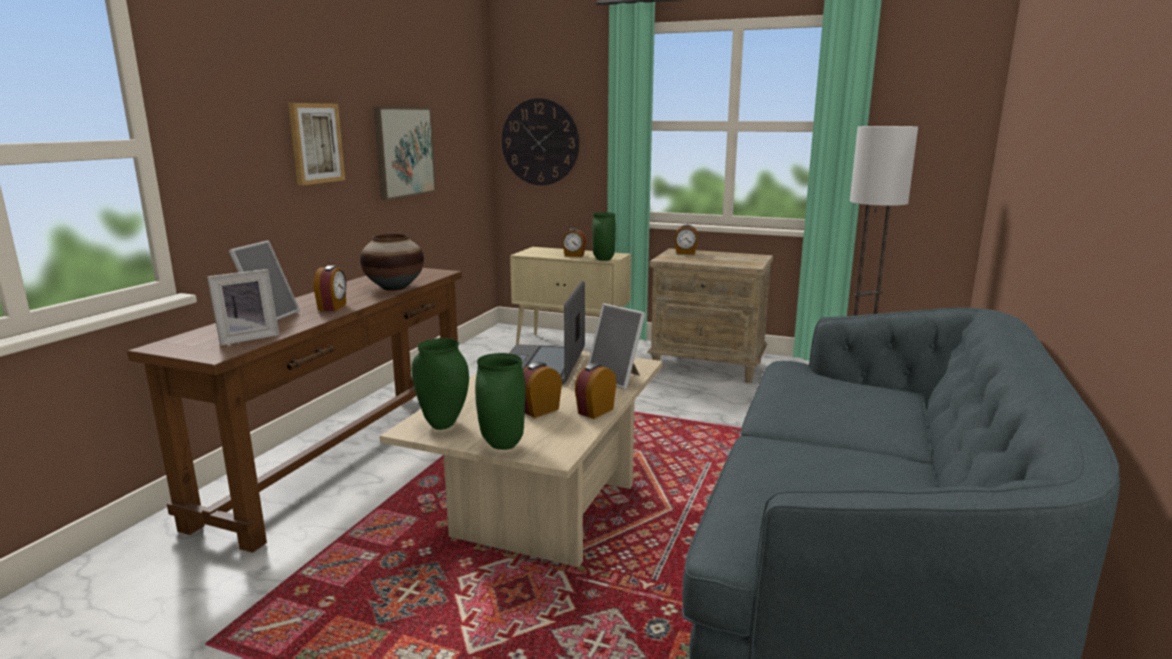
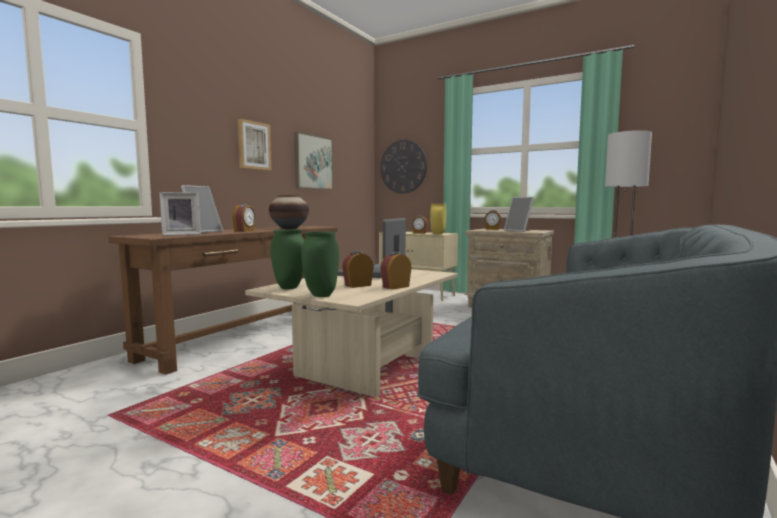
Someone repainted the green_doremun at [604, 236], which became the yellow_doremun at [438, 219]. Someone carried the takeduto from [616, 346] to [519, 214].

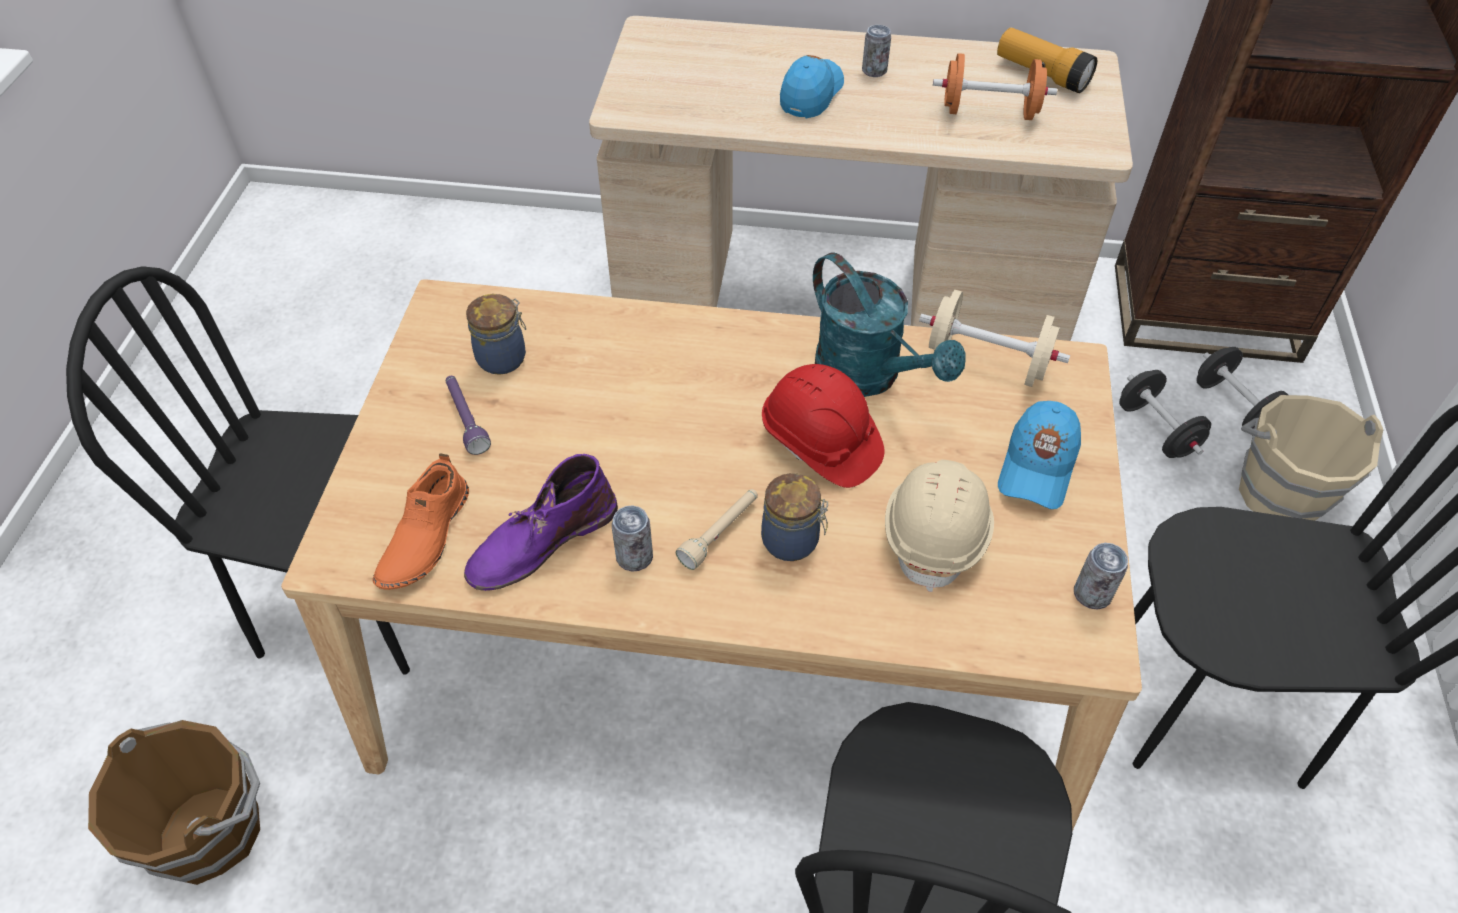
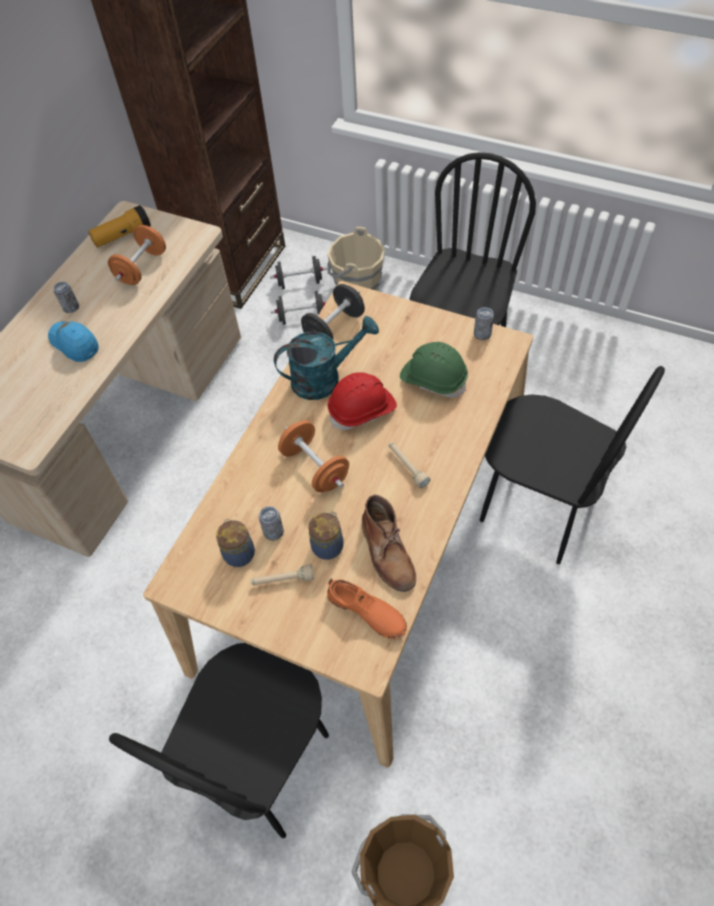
Someone repainted the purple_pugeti at [468, 415], which became the beige_pugeti at [282, 574]. Someone carried the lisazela from [632, 538] to [271, 523]. Someone put down the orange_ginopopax at [313, 456]. Someone repainted the beige_ginopopax at [994, 338], which became the black_ginopopax at [333, 311]. Someone carried the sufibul from [794, 517] to [326, 536]. Someone repainted the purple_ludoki at [541, 522], which became the brown_ludoki at [389, 543]. Someone repainted the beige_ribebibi at [939, 526], which became the green_ribebibi at [434, 370]. Someone took away the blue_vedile at [1039, 455].

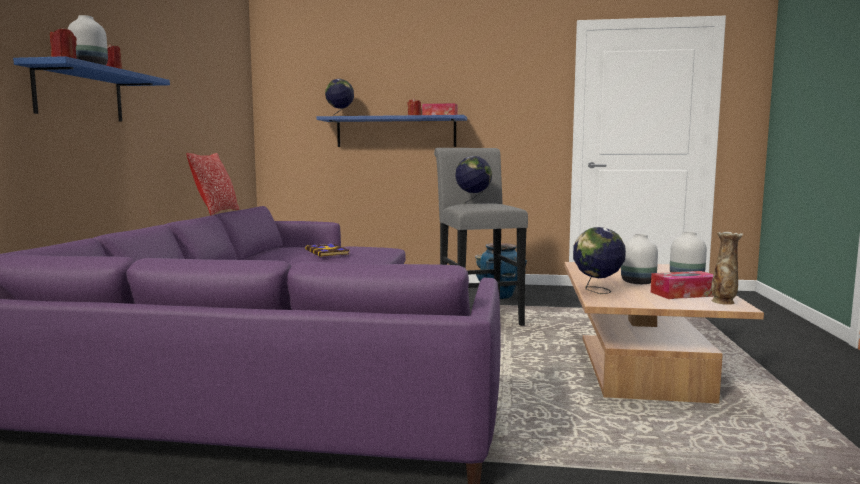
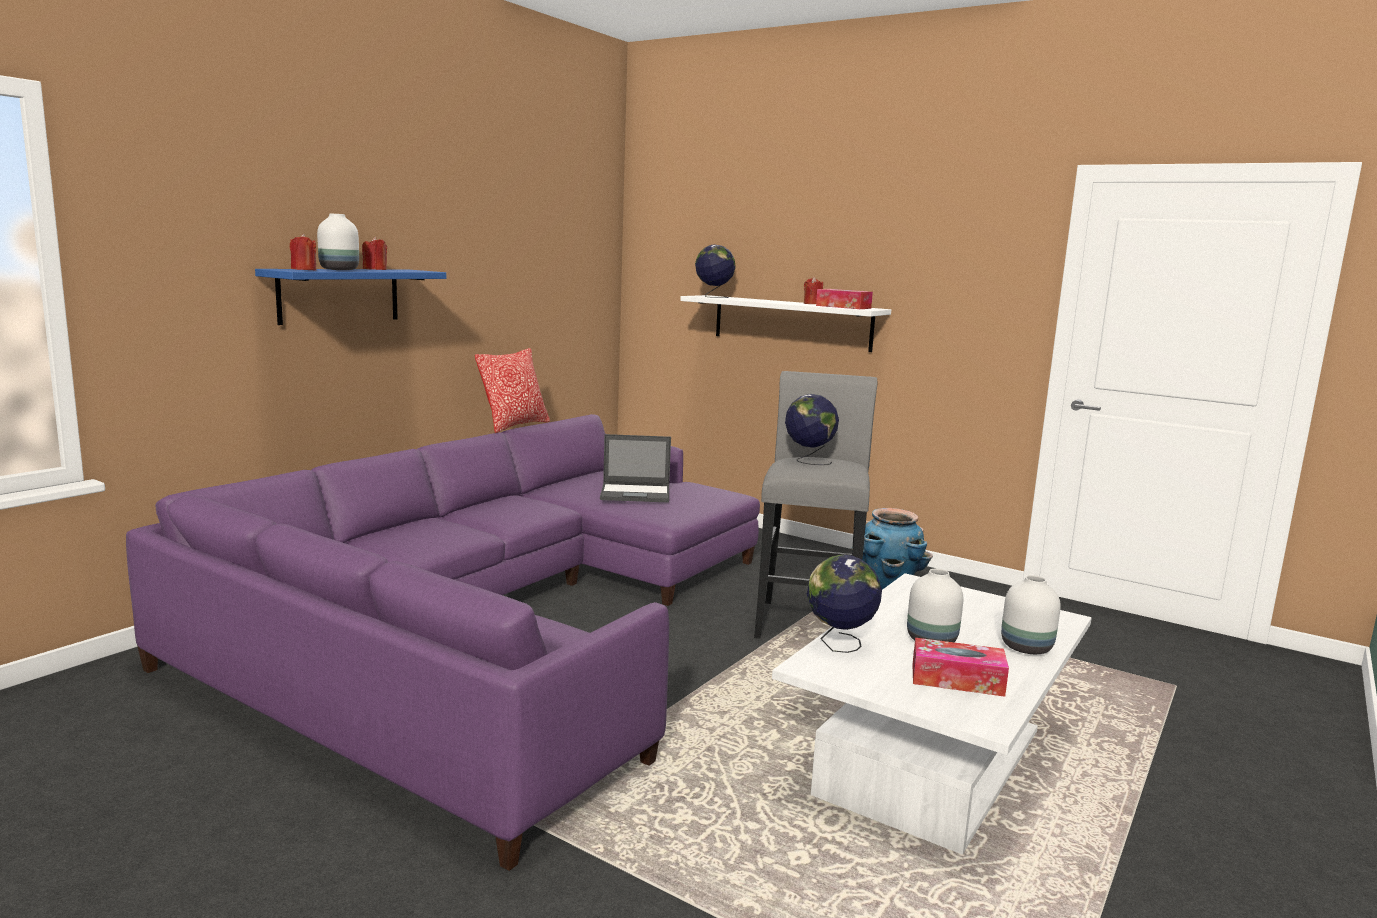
Someone swapped the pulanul at [327, 250] for the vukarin at [635, 468]. Someone repainted the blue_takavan at [391, 131], which became the white_takavan at [785, 323]. Someone repainted the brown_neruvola at [664, 333], which became the white_neruvola at [932, 714]. Someone took away the doremun at [727, 268].

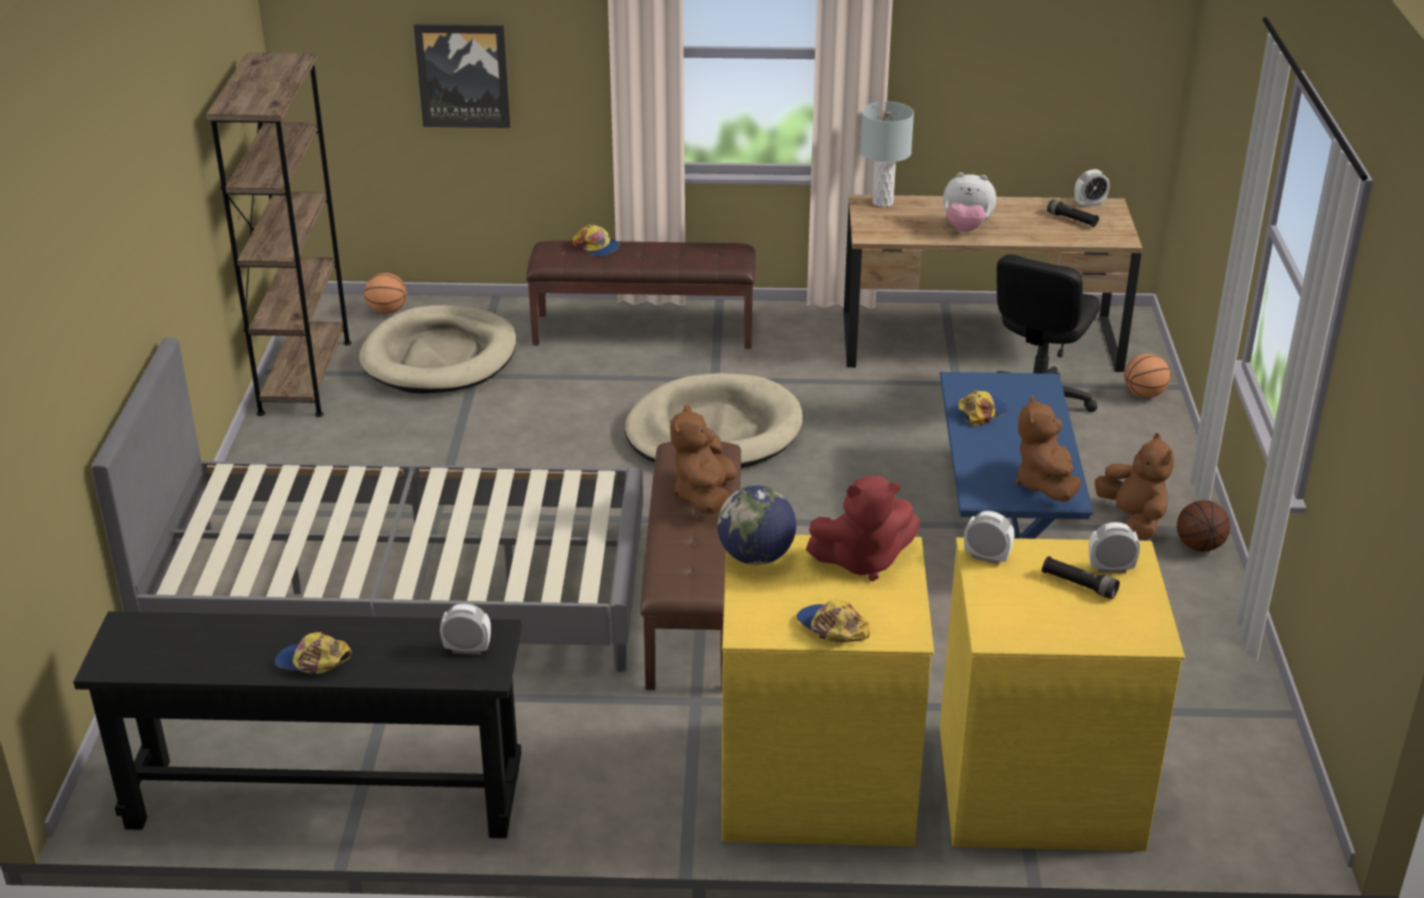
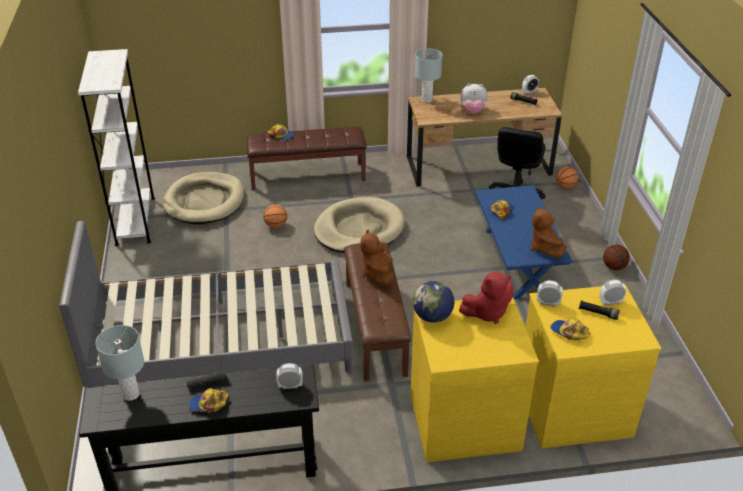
Someone repainted the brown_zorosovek at [278, 235], which became the white_zorosovek at [116, 147]. Someone put down the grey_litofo at [119, 363]. Someone put down the black_pugeti at [207, 379]. Someone carried the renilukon from [385, 293] to [275, 216]. Someone carried the vedile from [833, 621] to [570, 329]. Someone took away the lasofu at [462, 76]. Someone took away the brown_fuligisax at [1134, 487].

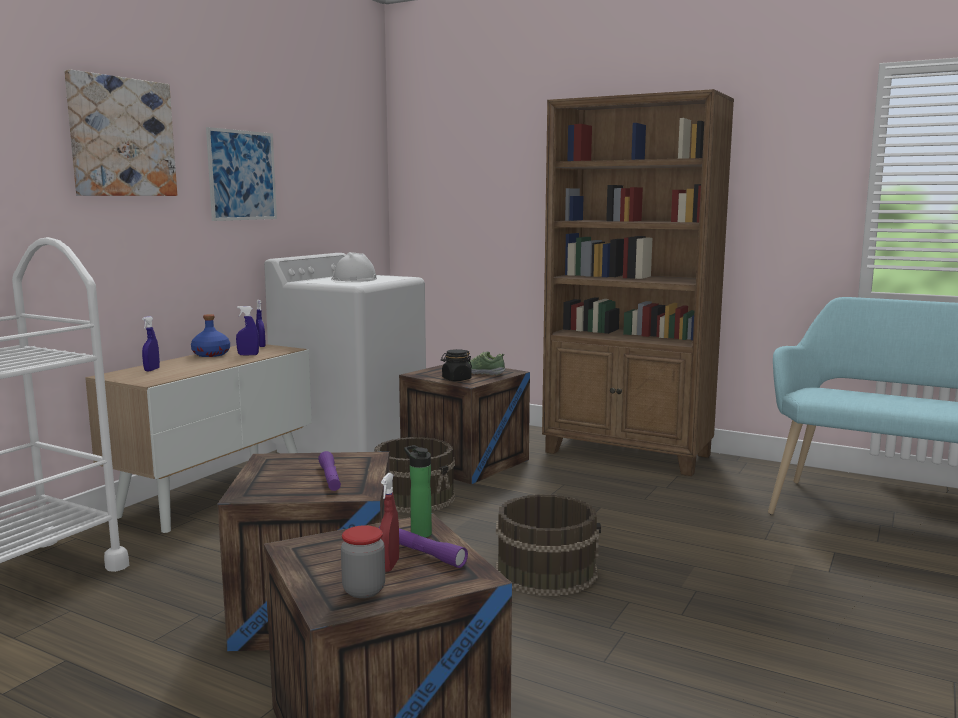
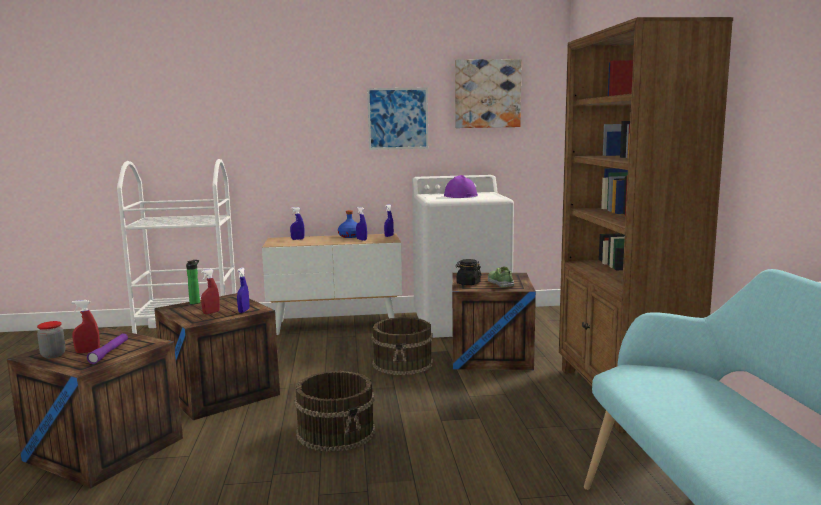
Someone carried the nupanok from [418, 491] to [193, 282]. Someone swapped the purple_pugeti at [329, 471] for the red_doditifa at [210, 291]. Someone put down the blue_doditifa at [243, 290]. Someone repainted the white_ribebibi at [354, 266], which became the purple_ribebibi at [461, 186]. Someone carried the lasofu from [120, 133] to [488, 93].

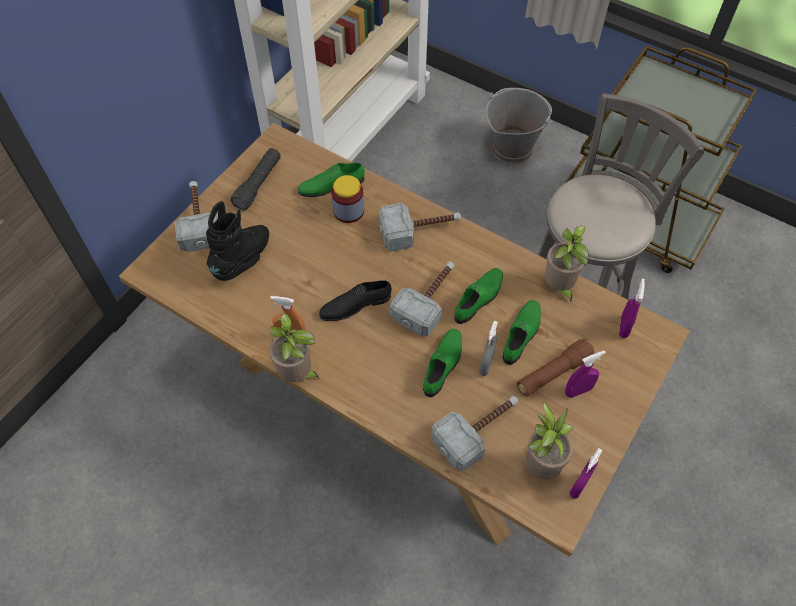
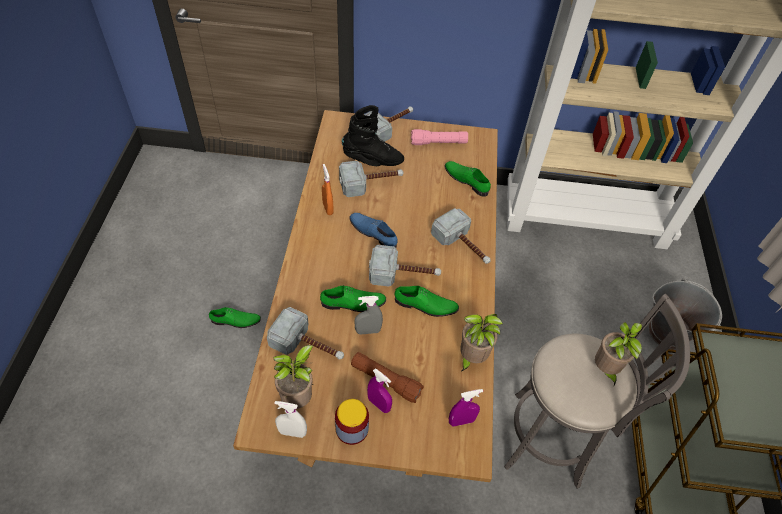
Someone carried the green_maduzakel from [521, 332] to [235, 317]. Someone repainted the purple_doditifa at [586, 473], which became the white_doditifa at [290, 419]. Someone carried the sufibul from [347, 199] to [352, 422]. Someone put down the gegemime at [371, 179]. Someone repainted the black_maduzakel at [355, 300], which became the blue_maduzakel at [374, 230]. Someone repainted the black_pugeti at [256, 179], which became the pink_pugeti at [439, 137]. Someone carried the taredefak from [294, 347] to [618, 354].

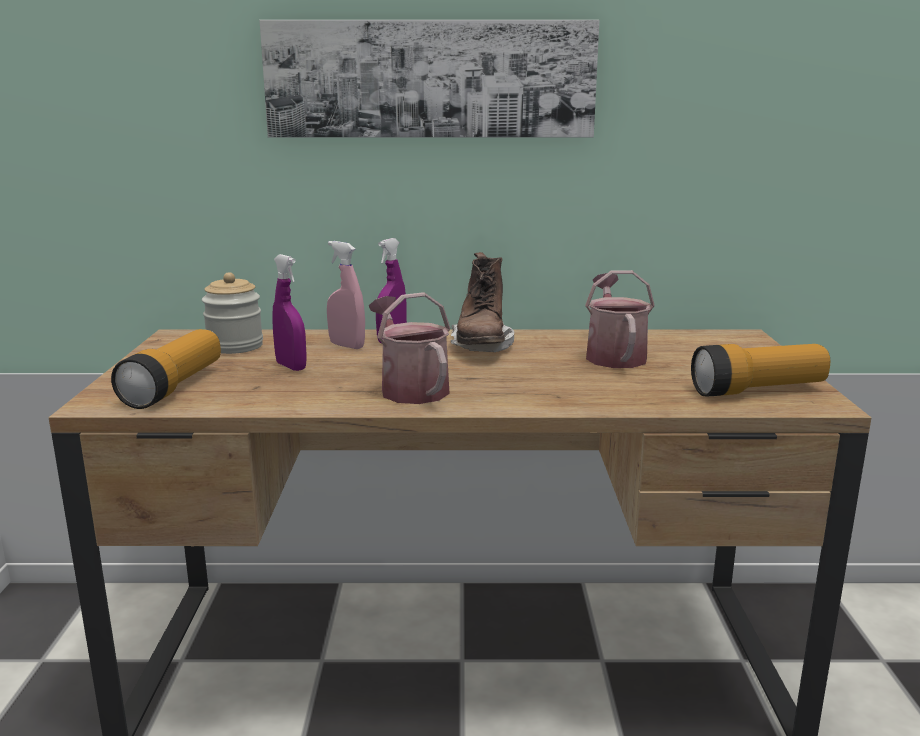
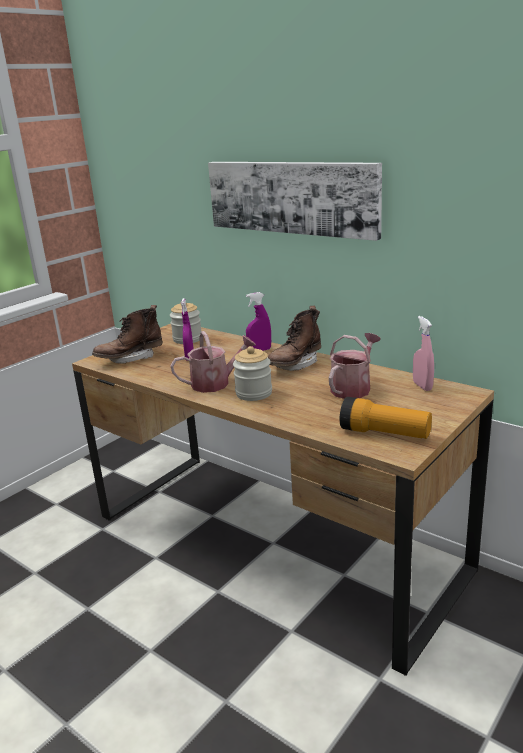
Someone swapped the pugeti at [166, 369] for the brown_ludoki at [127, 334]. Someone rotated the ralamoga at [409, 348] by 60 degrees clockwise. Someone put down the sufibul at [252, 373]. Someone carried the pink_doditifa from [346, 295] to [423, 353].

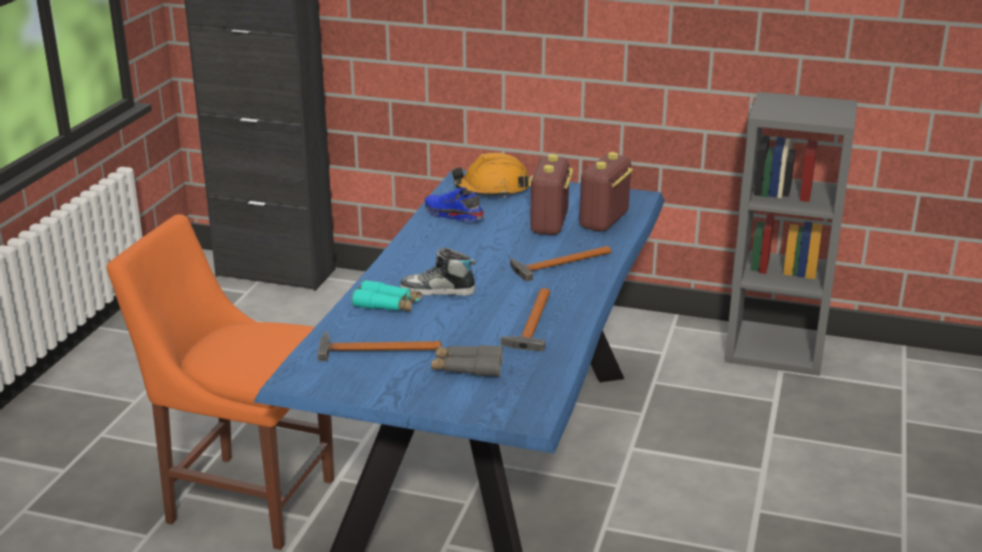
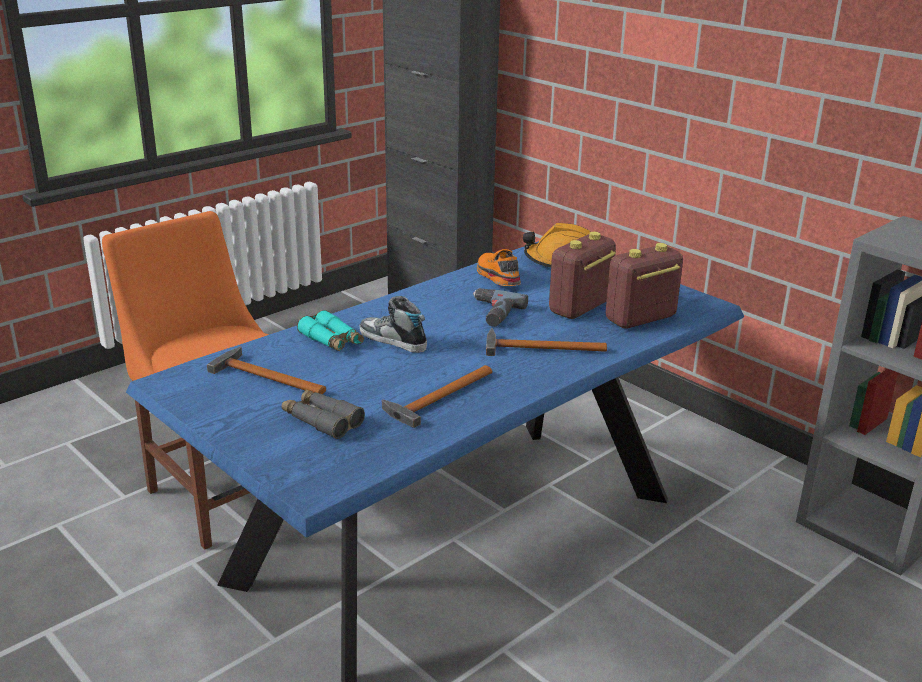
Someone put down the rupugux at [500, 307]. Someone repainted the blue_maduzakel at [454, 204], which became the orange_maduzakel at [499, 267].

